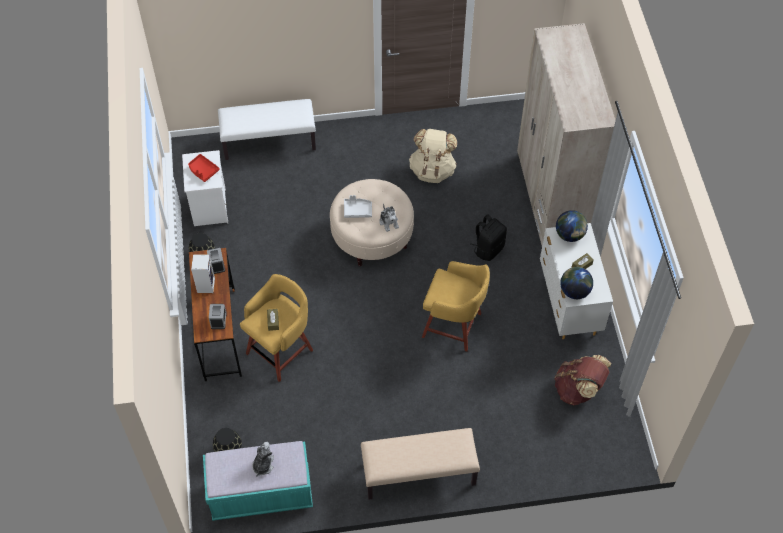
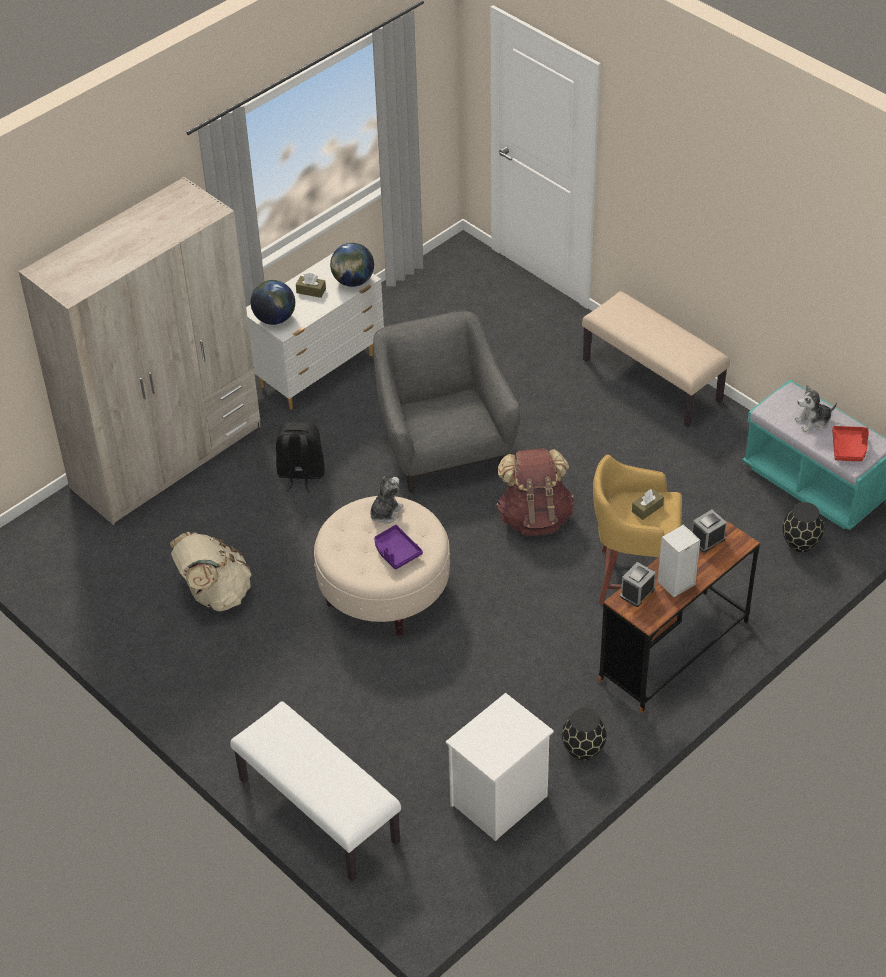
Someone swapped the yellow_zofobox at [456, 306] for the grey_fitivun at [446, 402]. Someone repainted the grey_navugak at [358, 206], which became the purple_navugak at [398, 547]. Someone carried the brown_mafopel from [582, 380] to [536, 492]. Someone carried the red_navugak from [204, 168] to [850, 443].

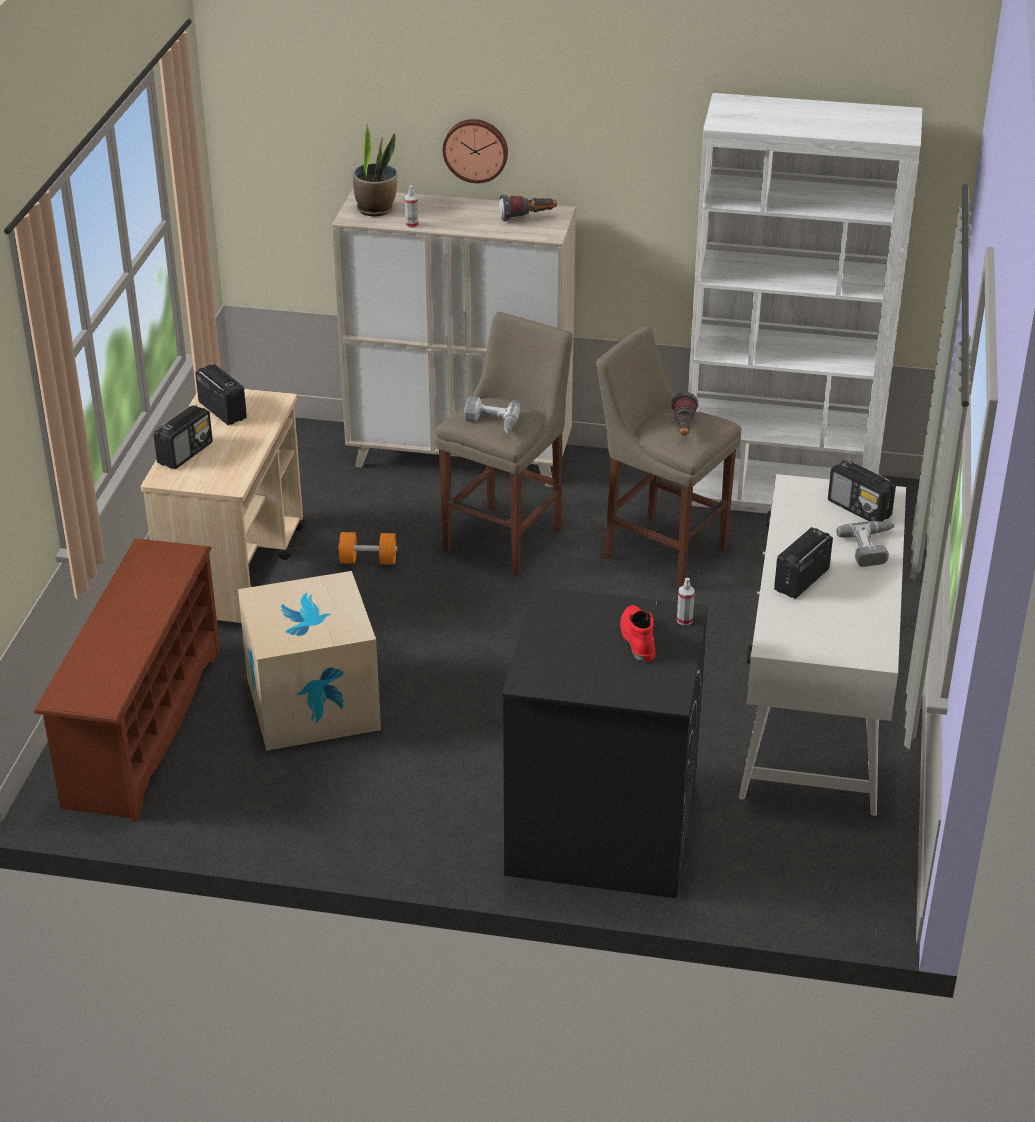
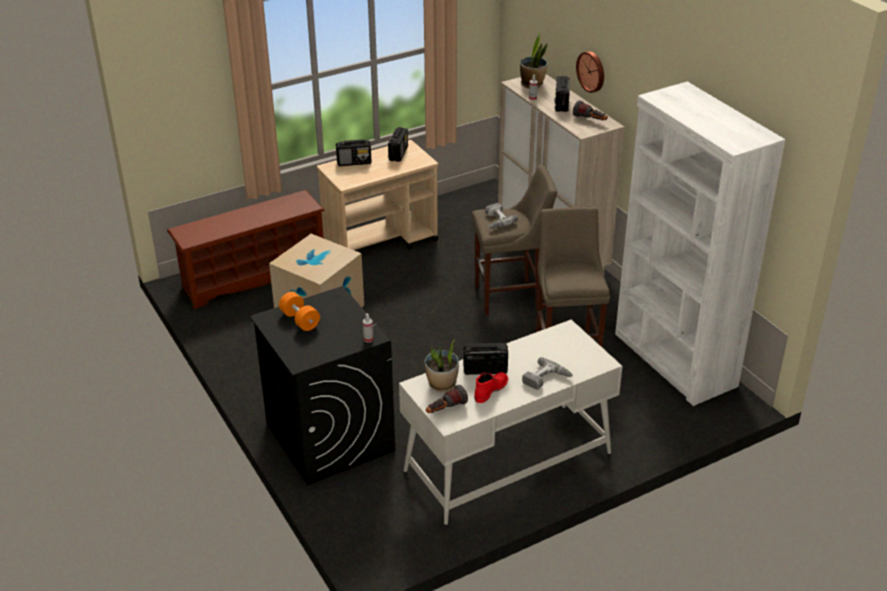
Someone carried the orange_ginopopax from [367, 548] to [299, 311]. Someone put down the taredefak at [442, 366]. Someone carried the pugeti from [685, 414] to [447, 399]. Someone carried the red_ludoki from [638, 633] to [491, 387]. Someone carried the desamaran from [862, 491] to [562, 94].

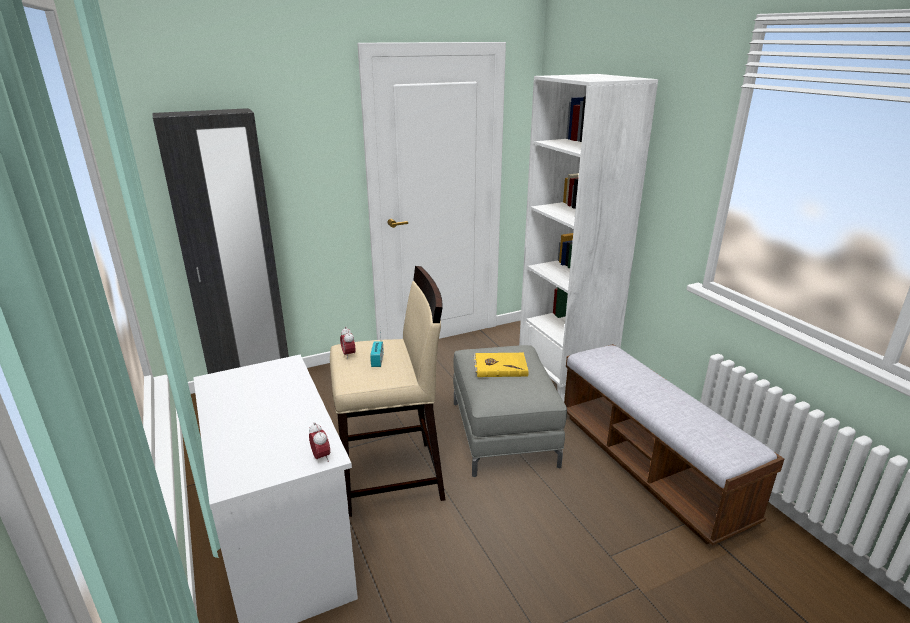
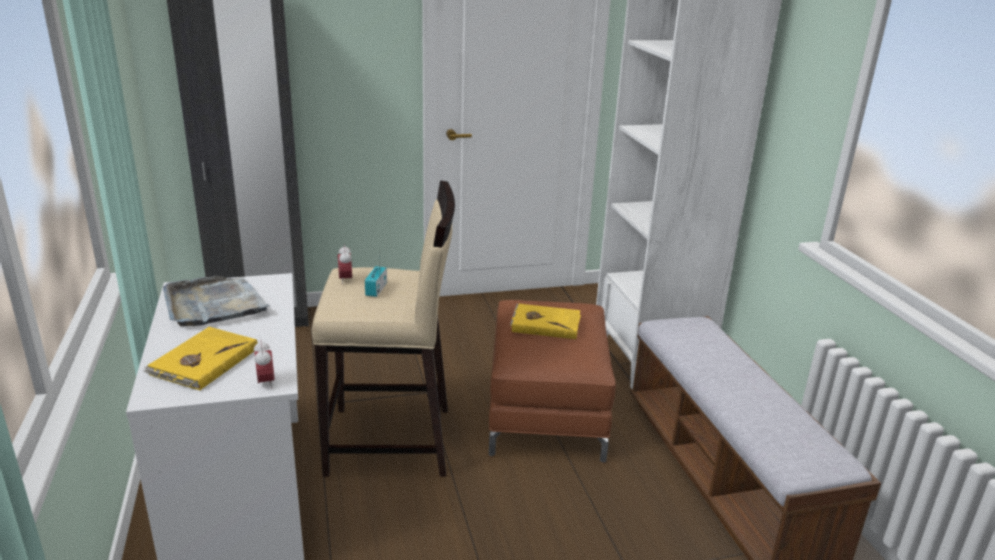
Someone put down the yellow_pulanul at [201, 359]. Someone put down the grey_navugak at [217, 301]. Someone repainted the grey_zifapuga at [510, 411], which became the brown_zifapuga at [552, 381].

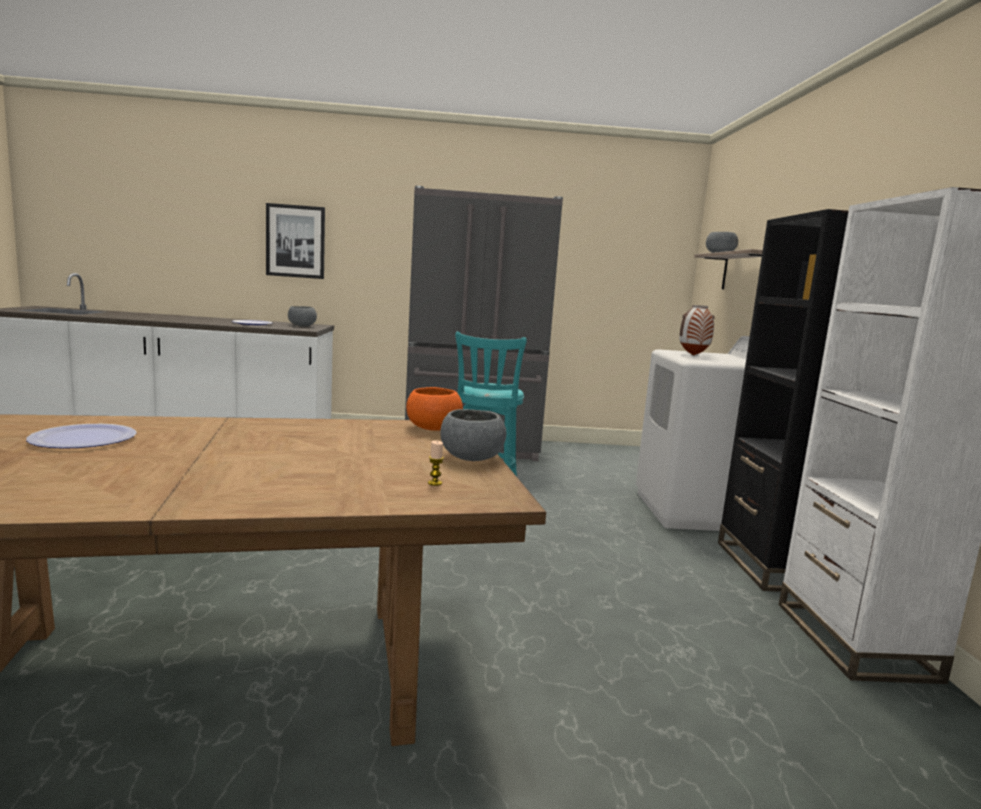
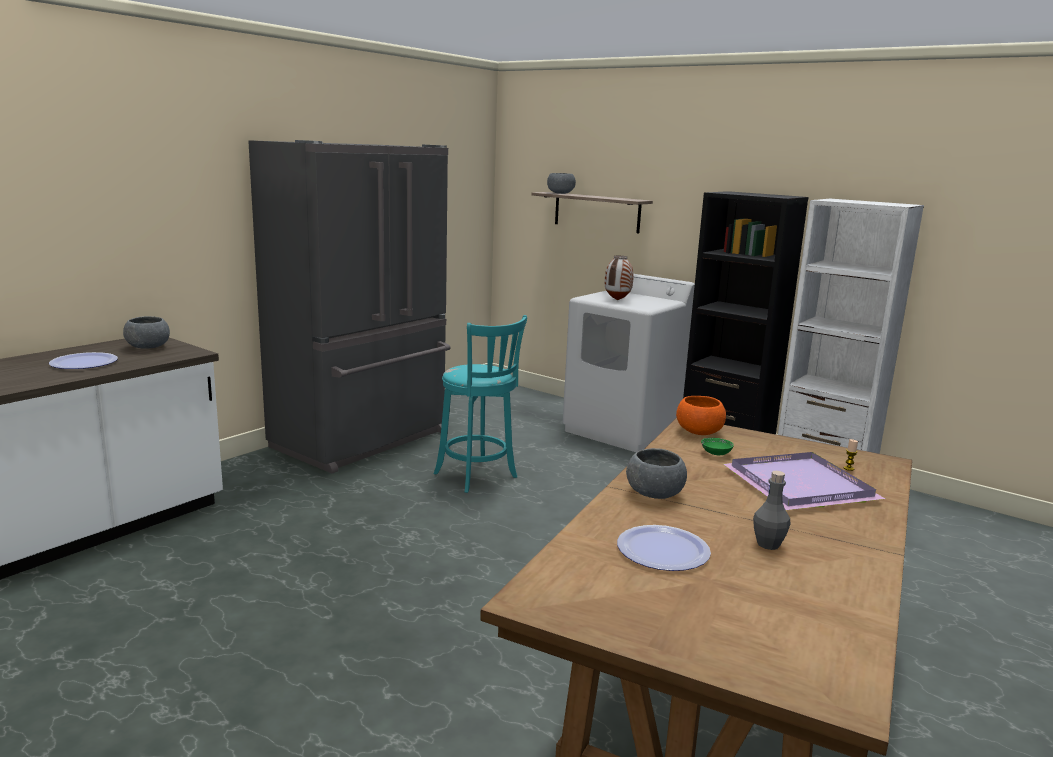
Someone carried the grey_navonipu from [473, 435] to [656, 473]. Someone put down the green_navonipu at [717, 446]. Someone put down the purple_navugak at [804, 481]. Someone put down the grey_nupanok at [771, 510]. Someone took away the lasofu at [295, 241].

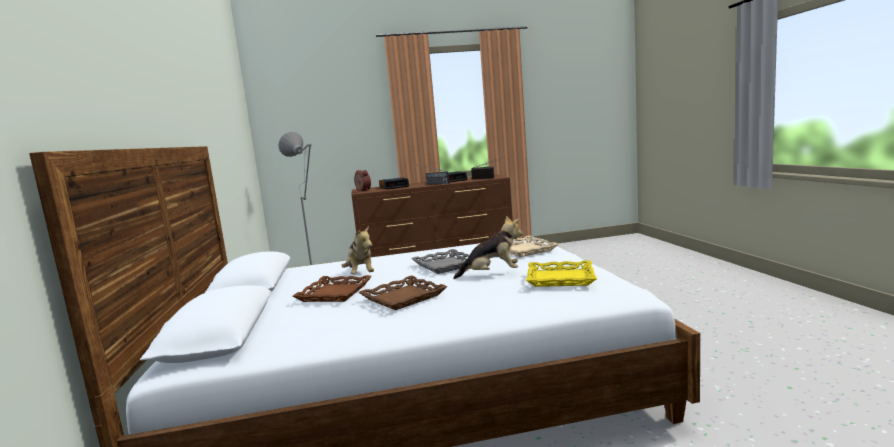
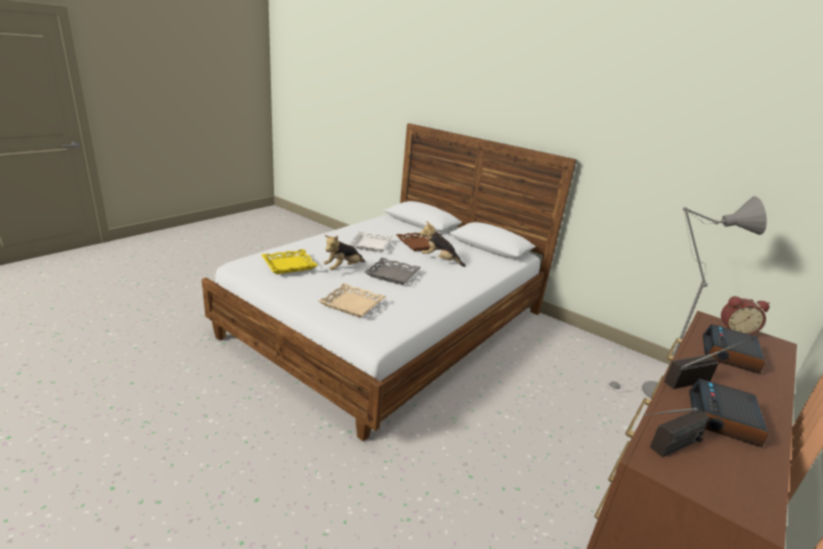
Someone repainted the brown_navugak at [403, 292], which became the white_navugak at [370, 241].

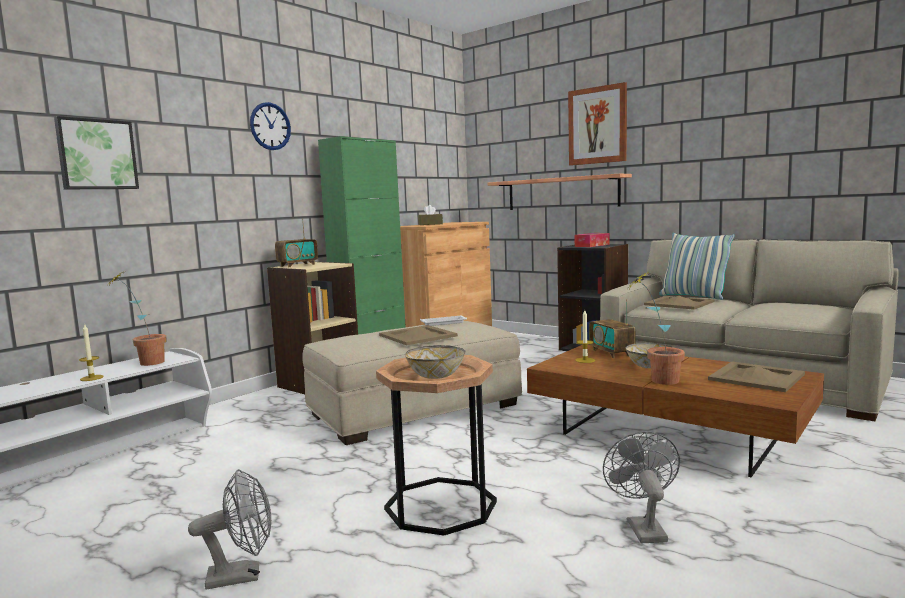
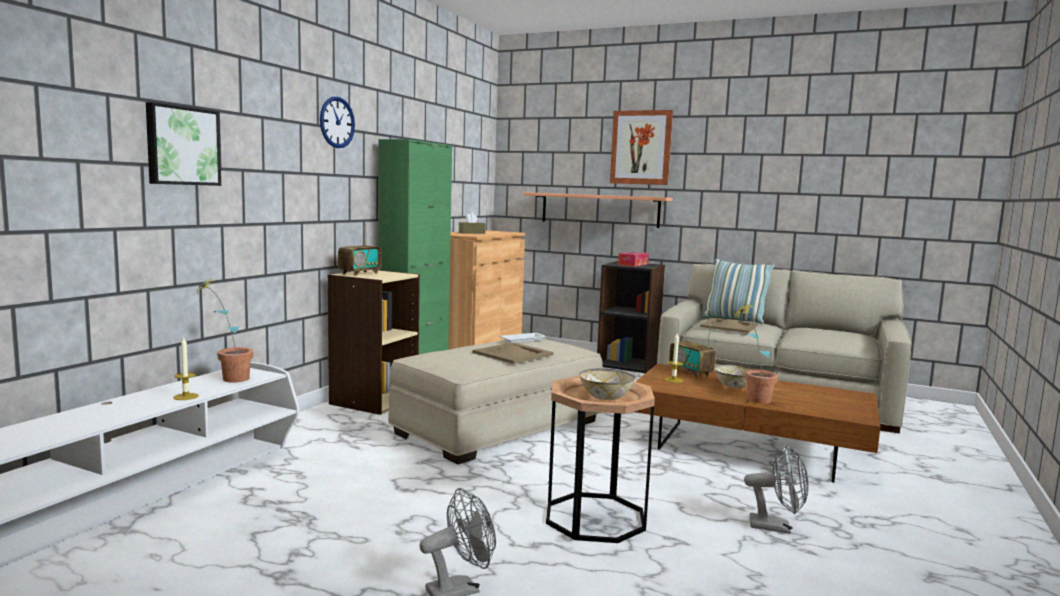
Someone rotated the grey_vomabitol at [641, 487] by 120 degrees clockwise. Someone took away the beige_navugak at [756, 376].

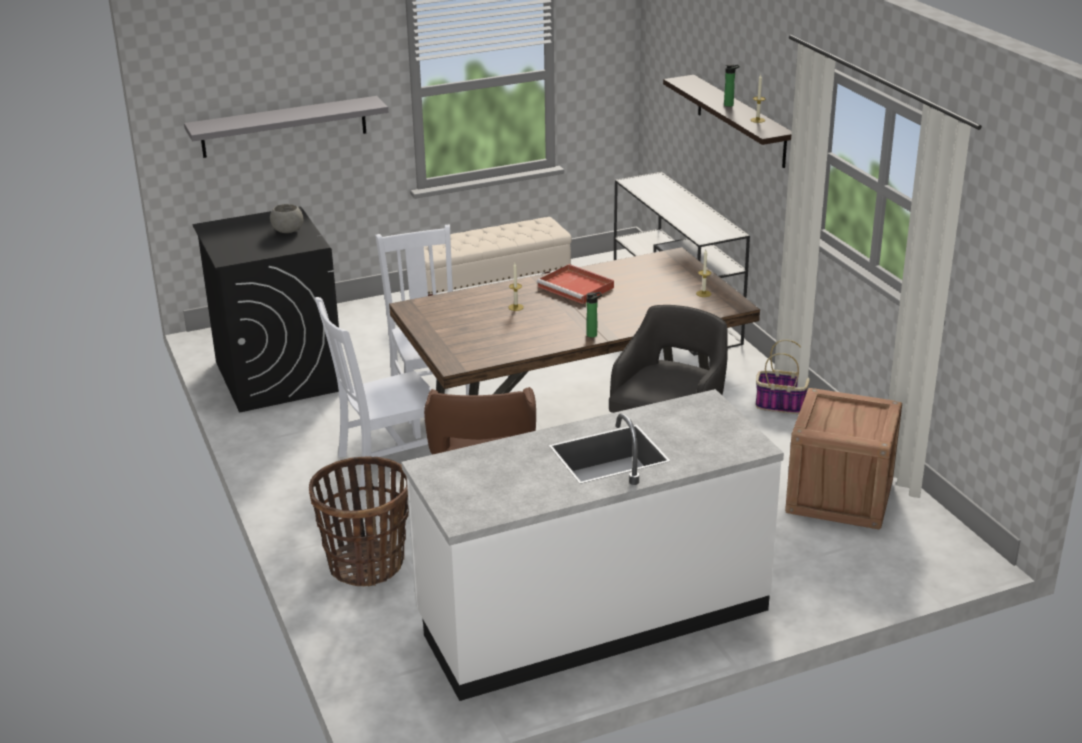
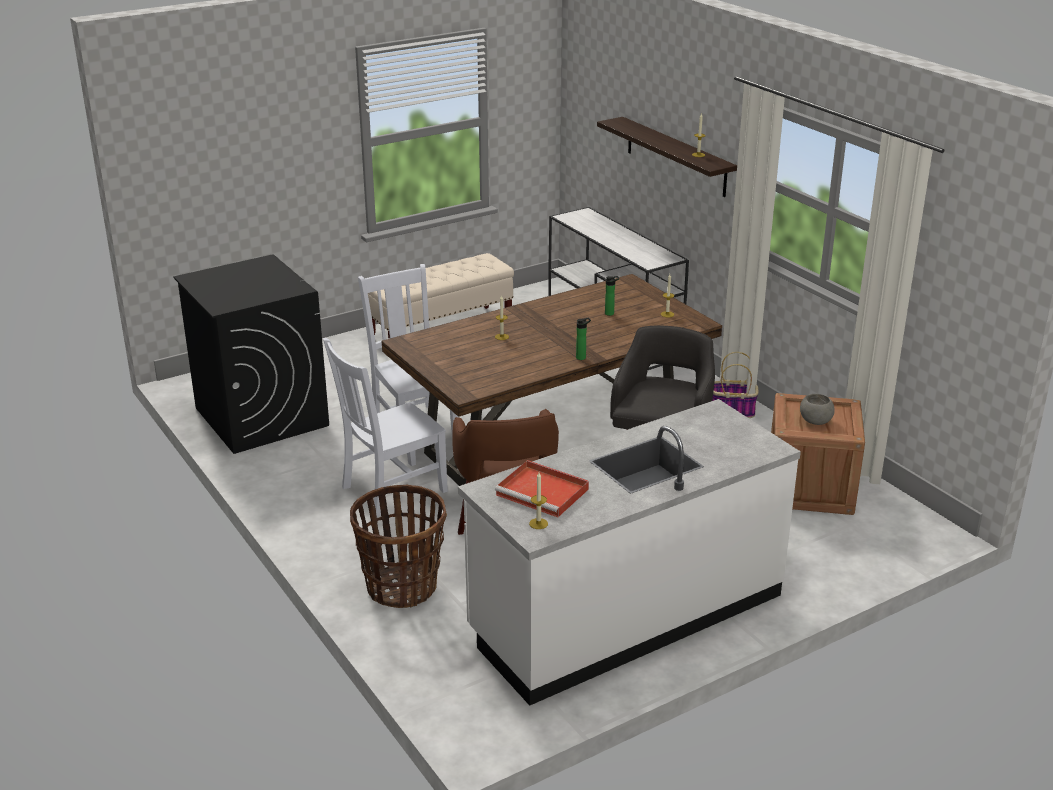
Someone carried the red_navugak from [575, 284] to [542, 488]. Someone put down the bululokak at [538, 501]. Someone carried the nupanok from [732, 85] to [612, 296]. Someone carried the grey_navonipu from [286, 218] to [817, 409]. Someone took away the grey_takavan at [286, 127].

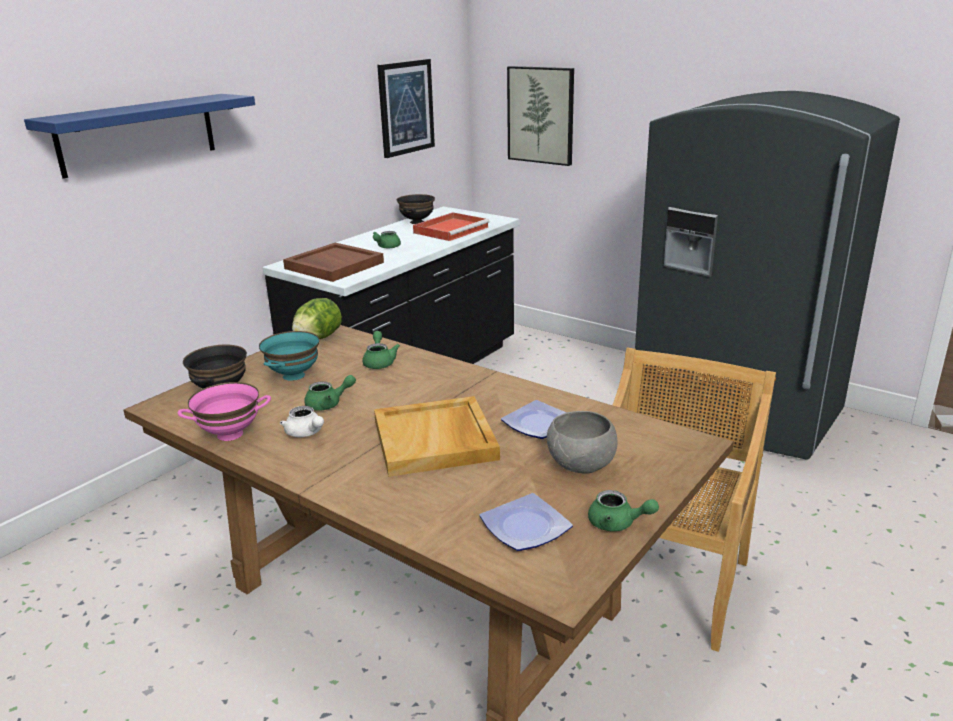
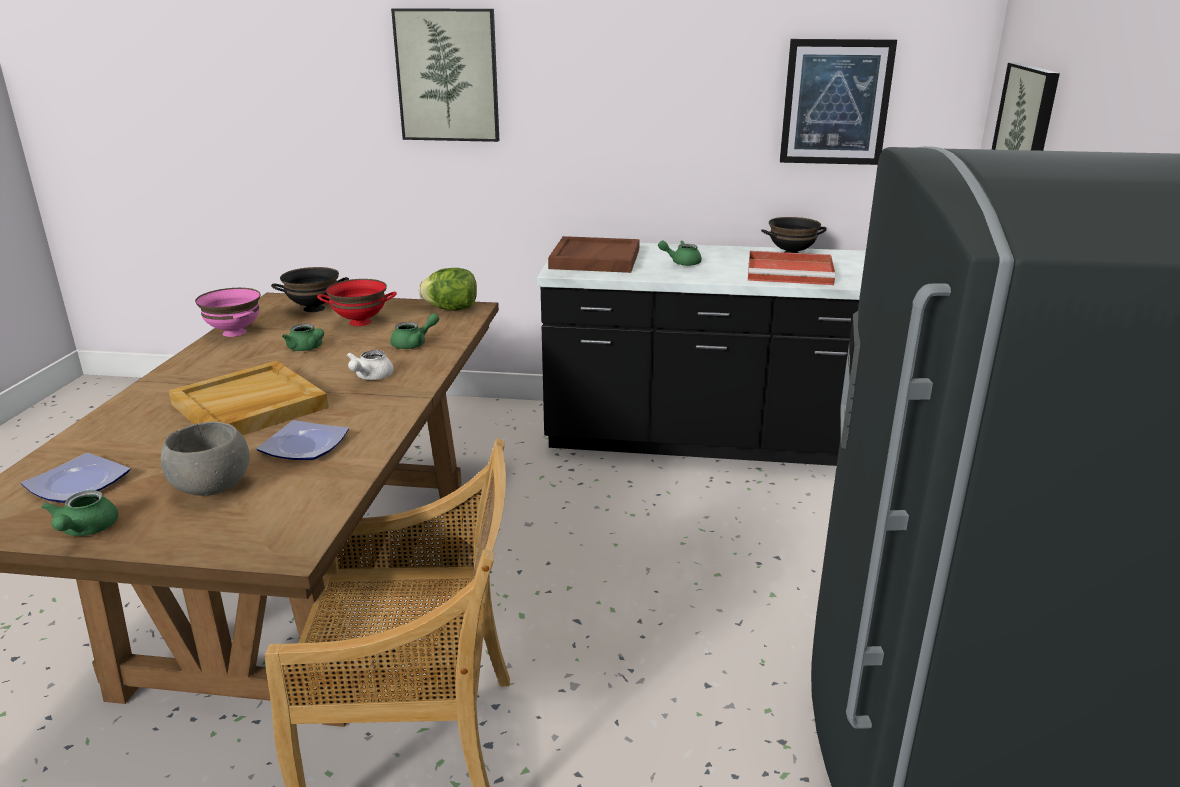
Someone repainted the turquoise_navonipu at [289, 356], which became the red_navonipu at [357, 302]. Someone carried the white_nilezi from [302, 421] to [370, 365]. Someone swapped the blue_takavan at [139, 136] for the lasofu at [445, 75].

